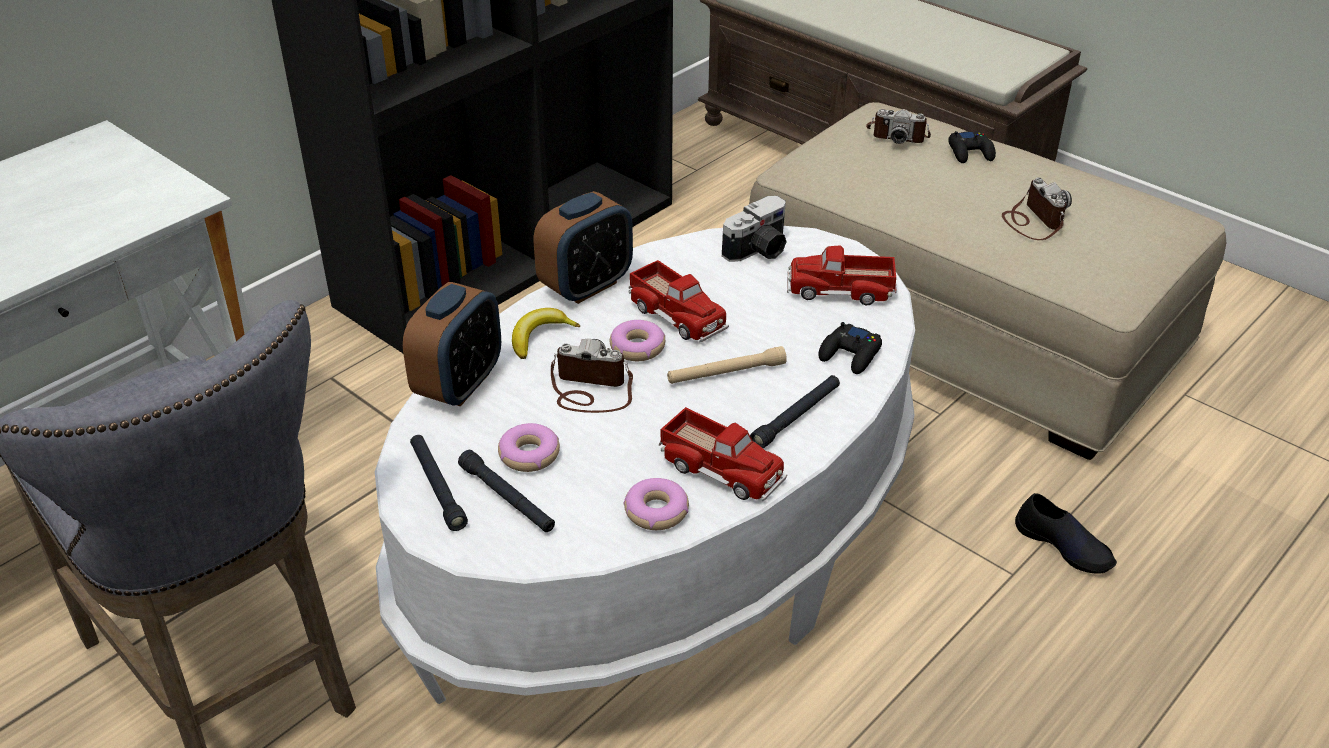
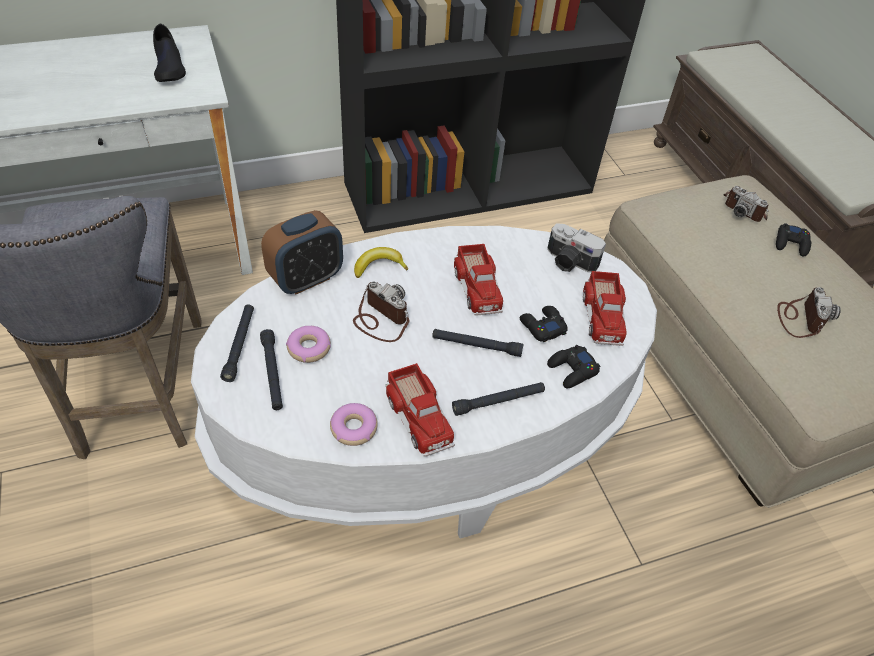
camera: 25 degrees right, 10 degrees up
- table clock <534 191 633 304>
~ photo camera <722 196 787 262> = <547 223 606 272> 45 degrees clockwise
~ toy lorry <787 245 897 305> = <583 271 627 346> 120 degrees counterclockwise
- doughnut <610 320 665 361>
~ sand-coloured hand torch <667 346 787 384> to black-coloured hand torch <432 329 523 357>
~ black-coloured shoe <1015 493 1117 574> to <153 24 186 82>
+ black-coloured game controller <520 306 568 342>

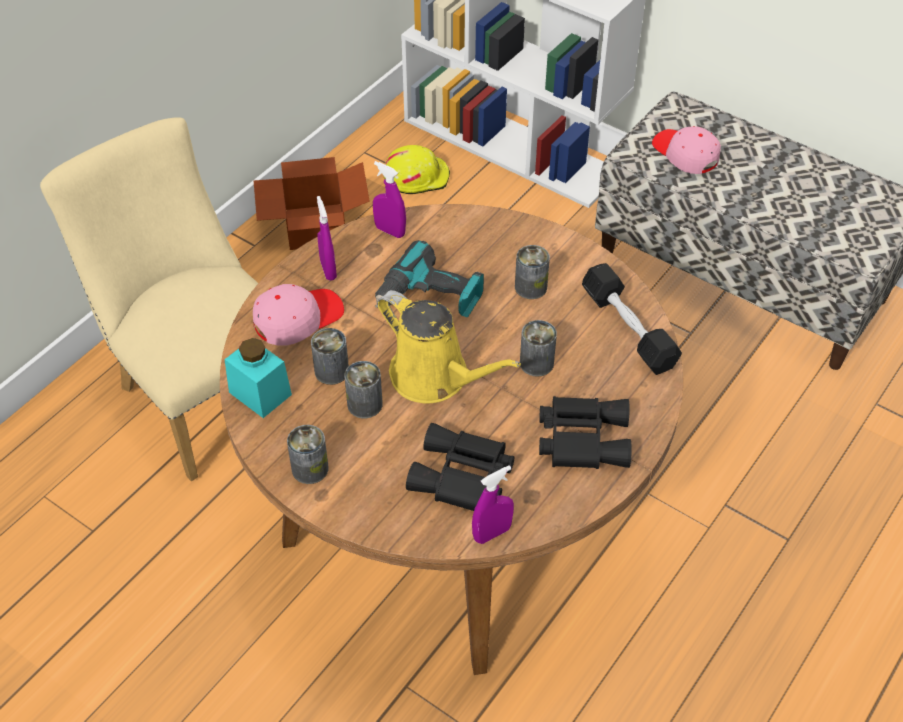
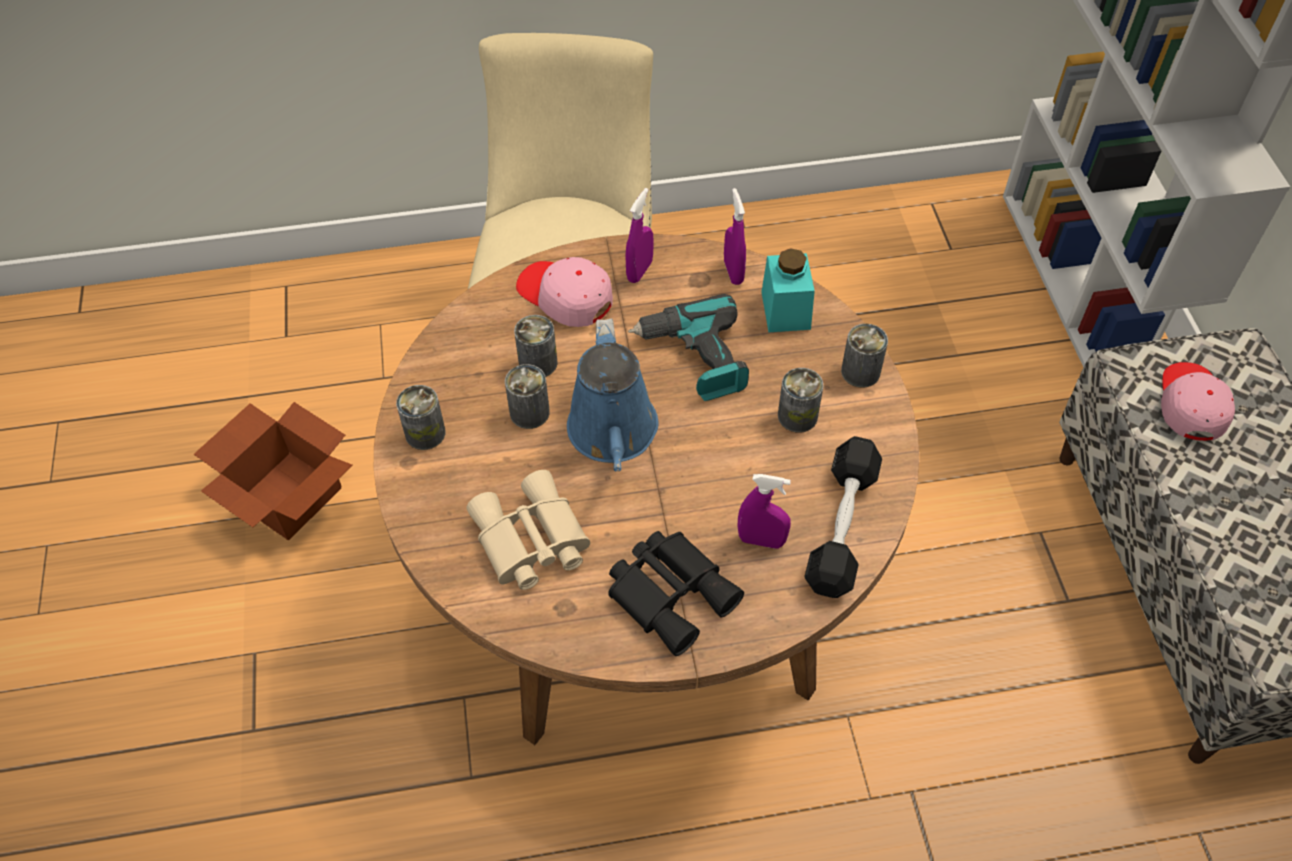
camera: 45 degrees right, 5 degrees up
- yellow hard hat <384 145 450 194>
~ packing box <254 157 370 250> to <194 402 352 540>
~ pink-coloured cap <253 284 344 346> = <516 257 613 327> 150 degrees counterclockwise
~ yellow sprinkling can <377 290 521 403> to bluish sprinkling can <567 318 658 471>
~ can <520 320 557 377> to <841 324 888 388>
~ blue-green storage jar <224 338 292 418> to <761 248 815 332>
~ black-coloured field glasses <406 423 514 511> to sand-coloured field glasses <467 470 590 590>
~ purple hand sprayer <472 465 514 544> to <737 474 791 549>

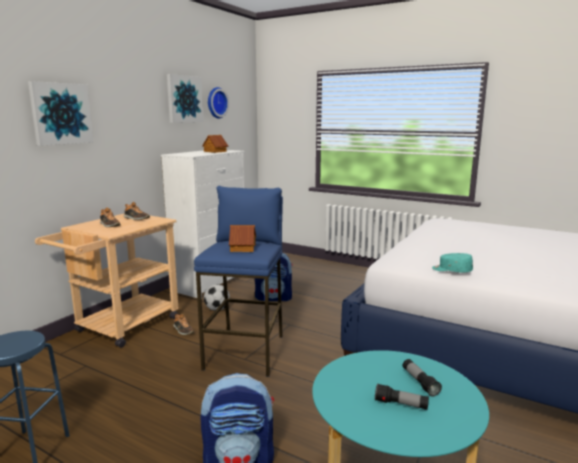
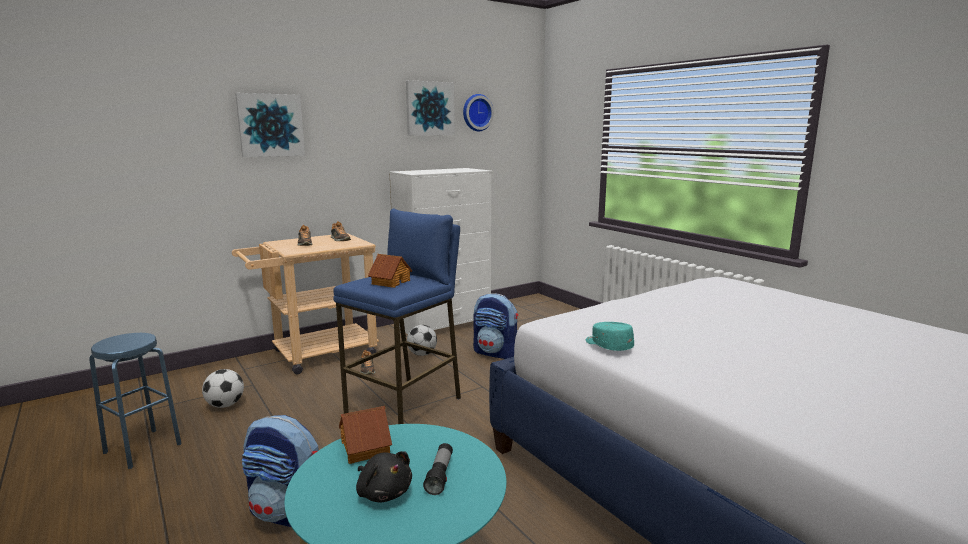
camera: 25 degrees right, 0 degrees up
~ miniature house <202 135 228 153> to <339 406 392 464>
~ hand torch <375 383 429 410> to black-coloured cuddly toy <356 451 412 503>
+ football ball <202 369 244 408>

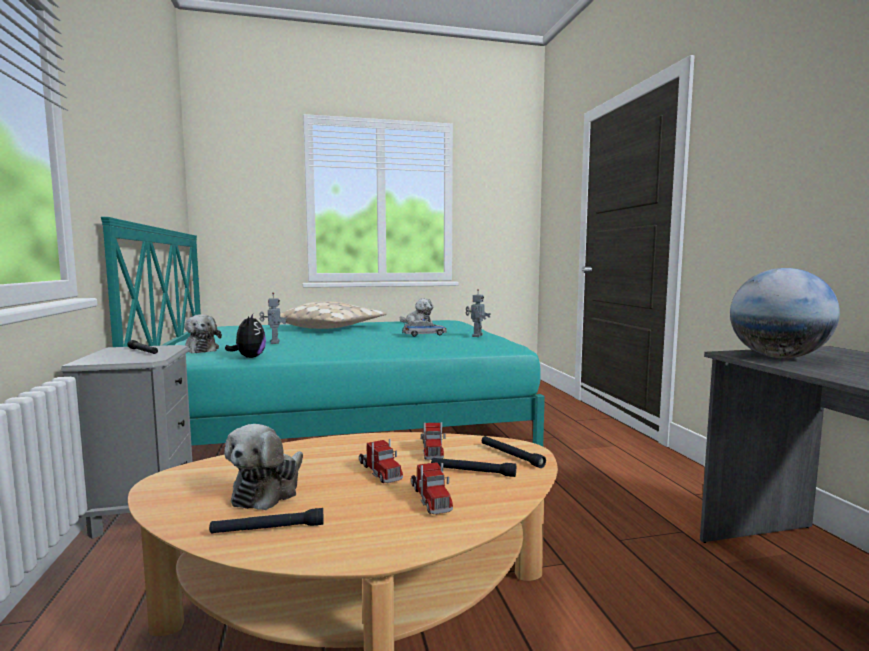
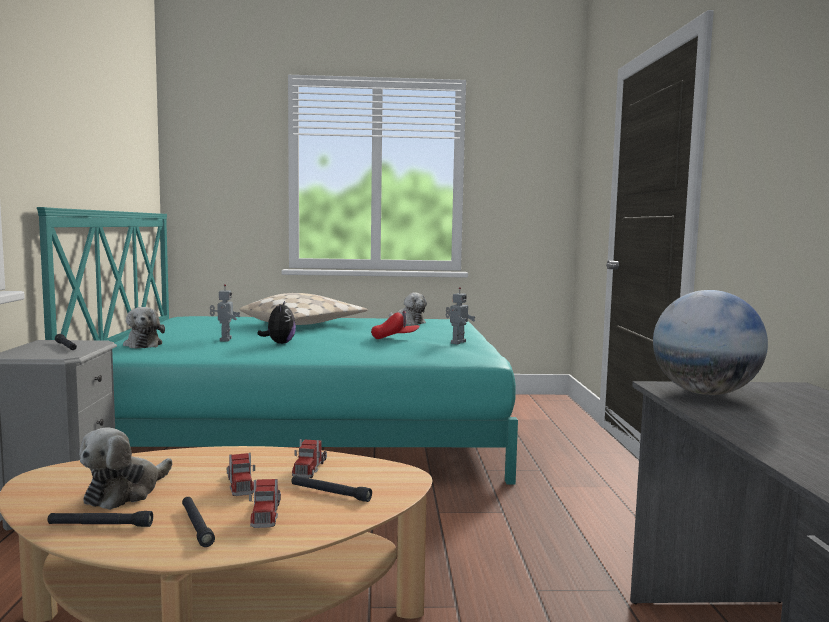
camera: 10 degrees right, 0 degrees up
~ cuddly toy <225 314 266 358> to <257 301 296 344>
~ model car <402 319 447 337> to red-coloured cap <371 310 420 339>
~ black-coloured hand torch <482 436 546 468> to <182 497 215 547>

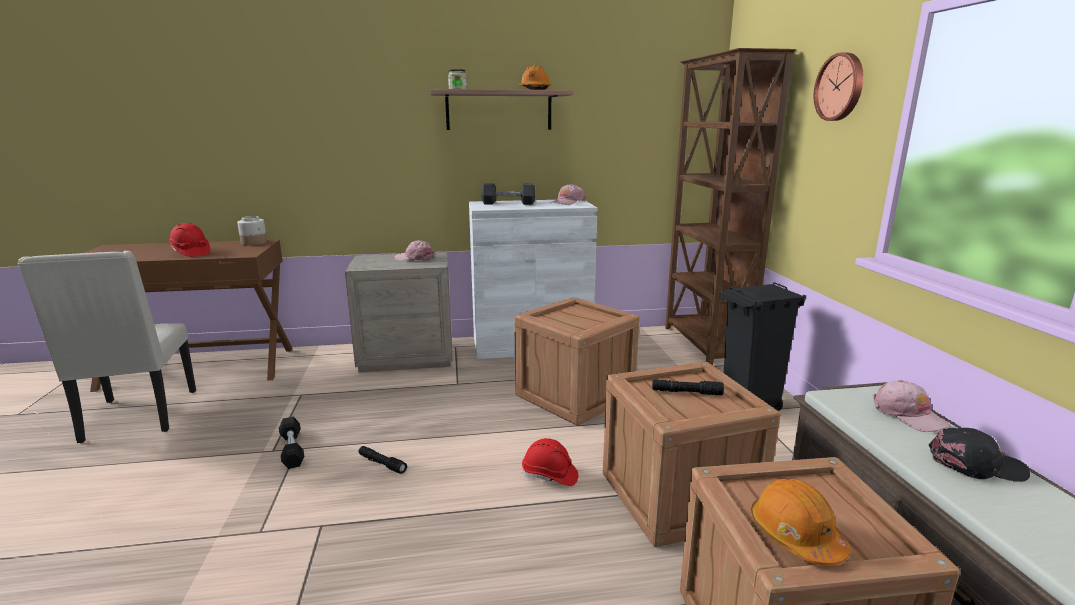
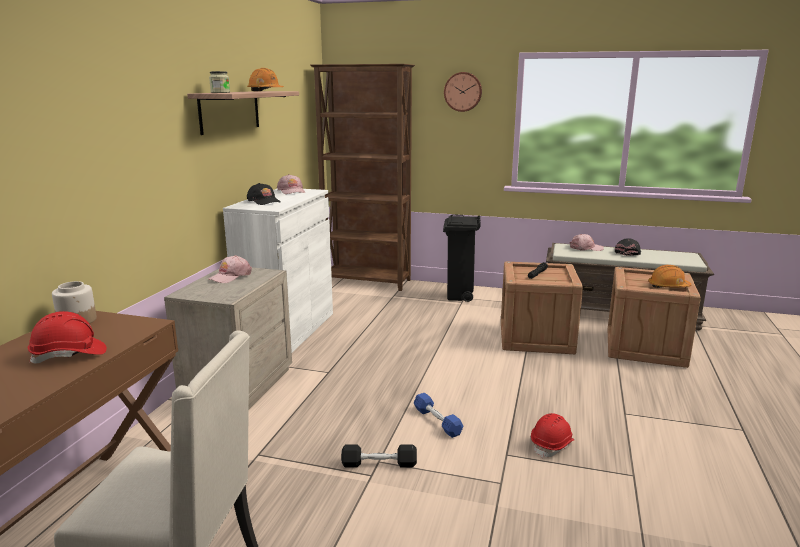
camera: 65 degrees left, 0 degrees up
~ black-coloured dumbbell <482 183 535 205> to black-coloured cap <247 183 281 205>
- packing crate <514 297 639 426>
~ red-coloured hard hat <522 438 578 486> to <531 413 574 458>
~ black-coloured hand torch <359 446 407 474> to bluish dumbbell <414 393 464 438>

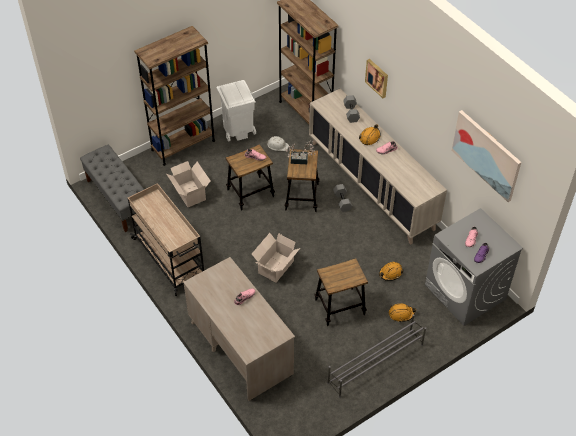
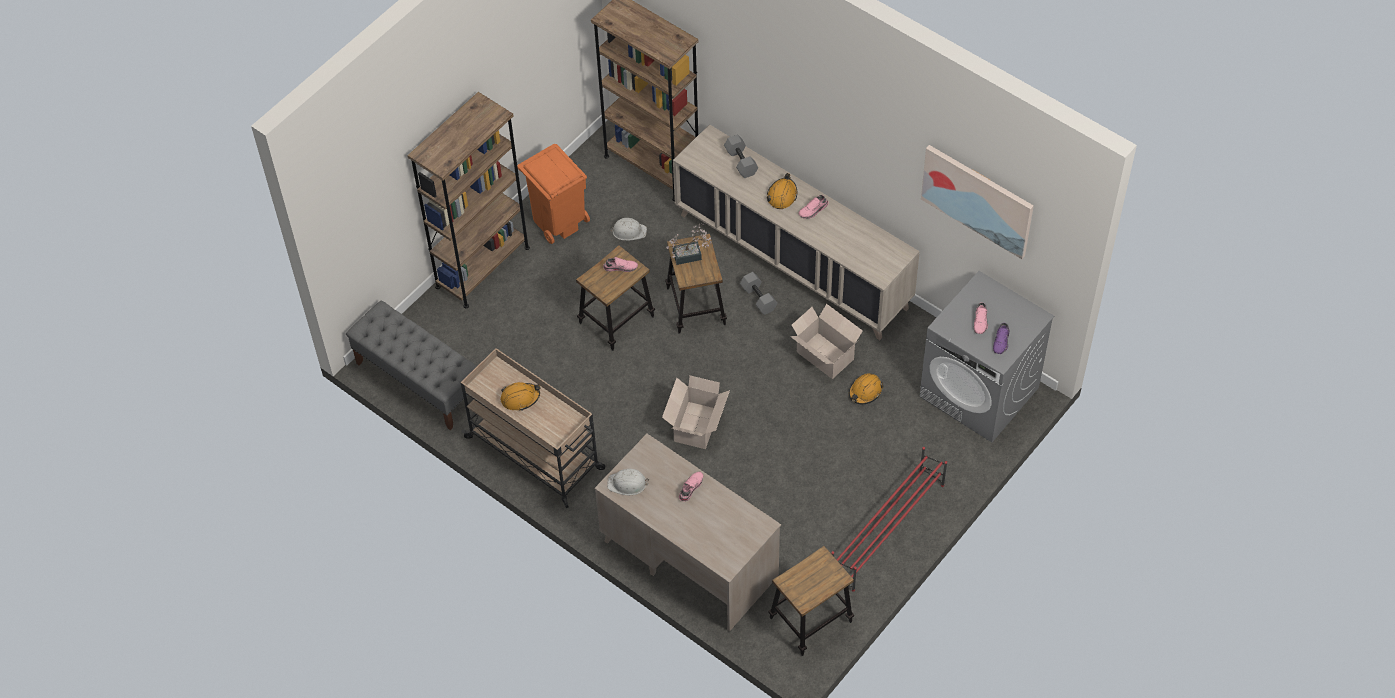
camera: 15 degrees left, 5 degrees up
- wall art <365 59 388 98>
~ whitish trash can <216 80 256 142> to orangey trash can <517 144 590 244>
~ packing box <166 161 210 207> to <790 304 863 379>
~ stool <314 258 368 326> to <768 546 854 656>
~ orangey hard hat <389 303 416 322> to <501 382 541 411>
~ gray shoe shelf <328 314 426 398> to red-coloured shoe shelf <831 447 947 592>
+ whitish hard hat <607 469 649 495>

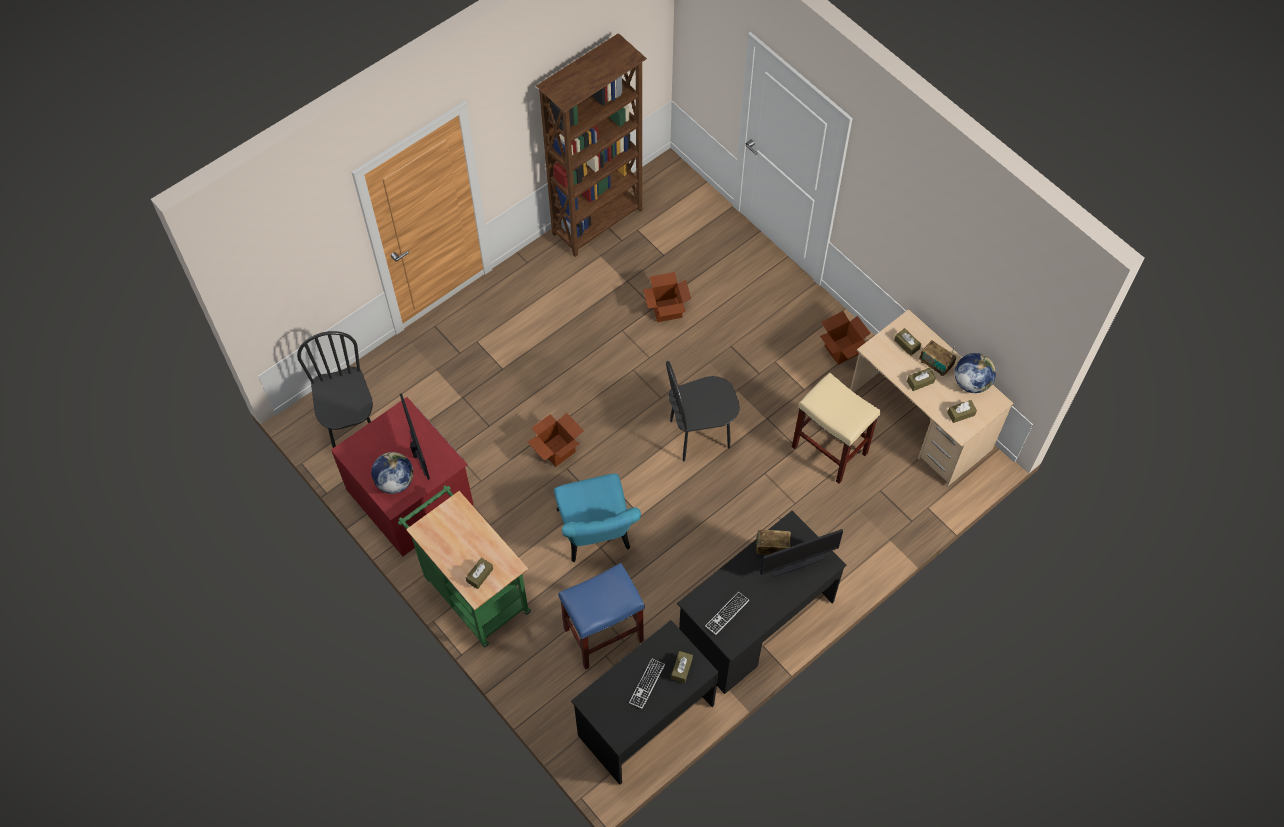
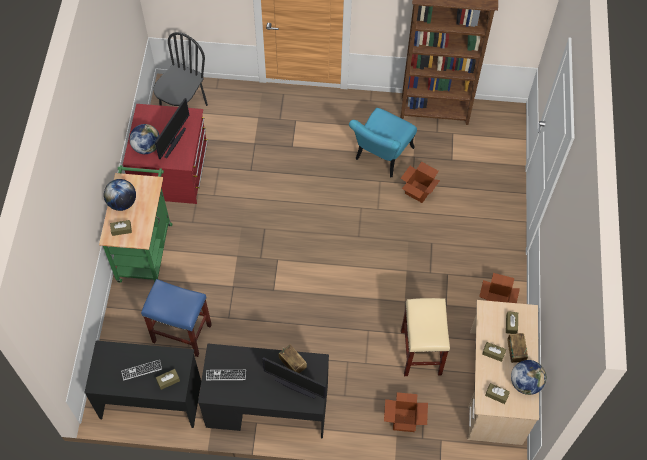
camera: 45 degrees right, 0 degrees up
- black-coloured upright chair <666 361 740 461>
~ packing box <528 413 584 467> to <384 392 428 432>
~ blue-green upright chair <554 474 641 562> to <349 108 417 177>
+ world globe <104 179 136 211>

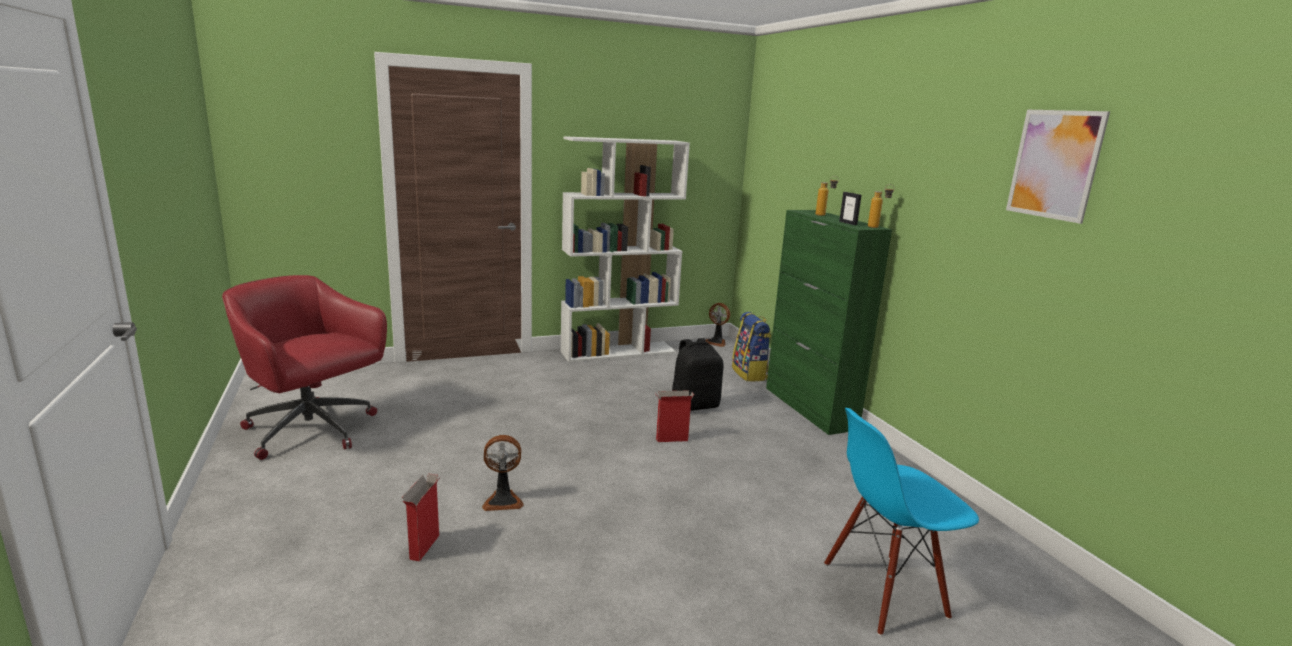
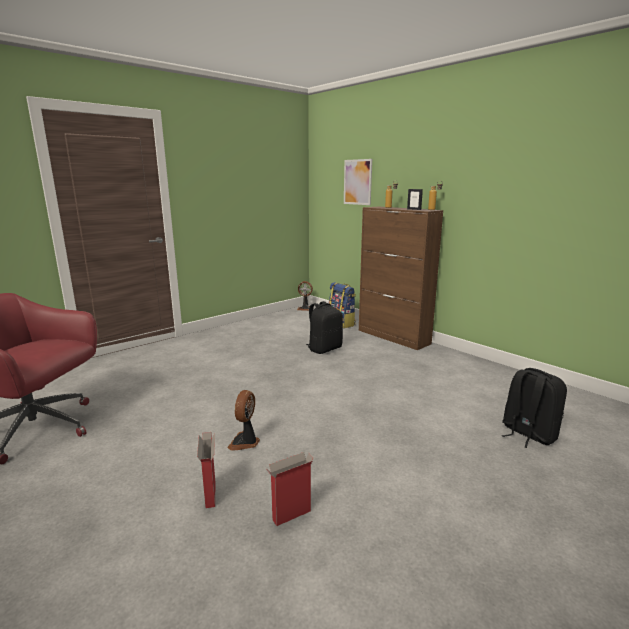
camera: 20 degrees left, 0 degrees up
~ wall art <1006 110 1110 224> to <344 159 372 205>
- whitish bookshelf <560 136 690 362>
~ green-coloured cabinet <766 210 892 435> to brownish cabinet <359 207 443 350>
~ packing box <655 390 694 442> to <266 452 313 526>
~ bluish upright chair <824 408 979 636> to black-coloured knapsack <502 368 567 448>
~ electric fan <482 435 524 511> = <227 390 260 450> 135 degrees clockwise

